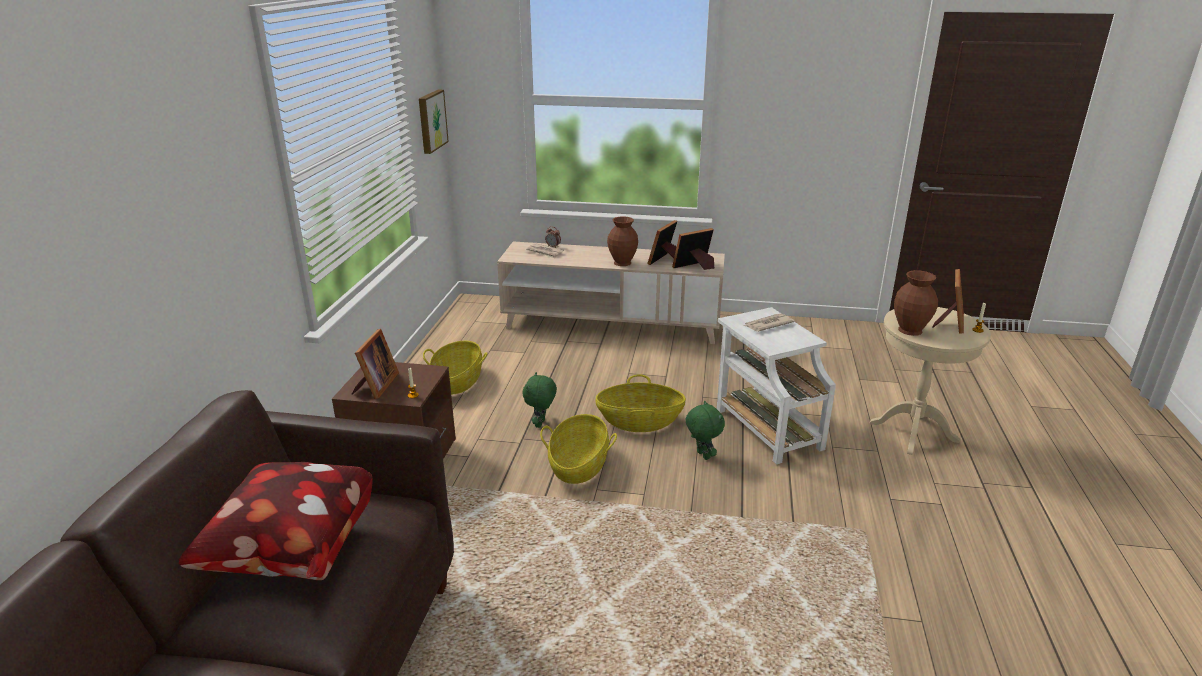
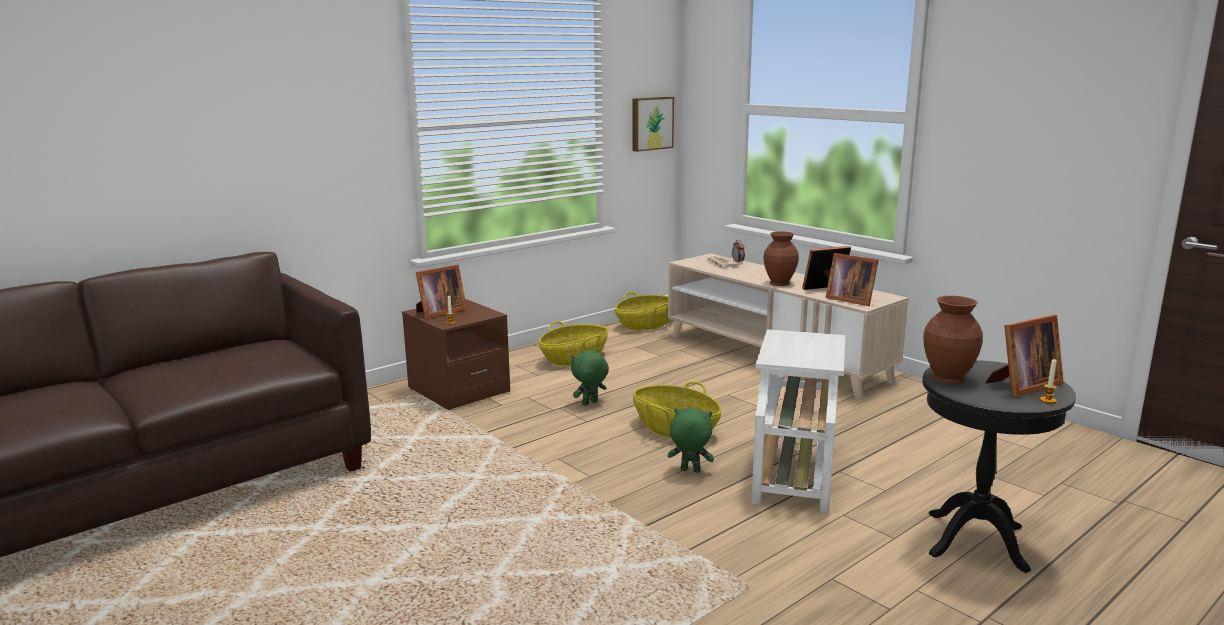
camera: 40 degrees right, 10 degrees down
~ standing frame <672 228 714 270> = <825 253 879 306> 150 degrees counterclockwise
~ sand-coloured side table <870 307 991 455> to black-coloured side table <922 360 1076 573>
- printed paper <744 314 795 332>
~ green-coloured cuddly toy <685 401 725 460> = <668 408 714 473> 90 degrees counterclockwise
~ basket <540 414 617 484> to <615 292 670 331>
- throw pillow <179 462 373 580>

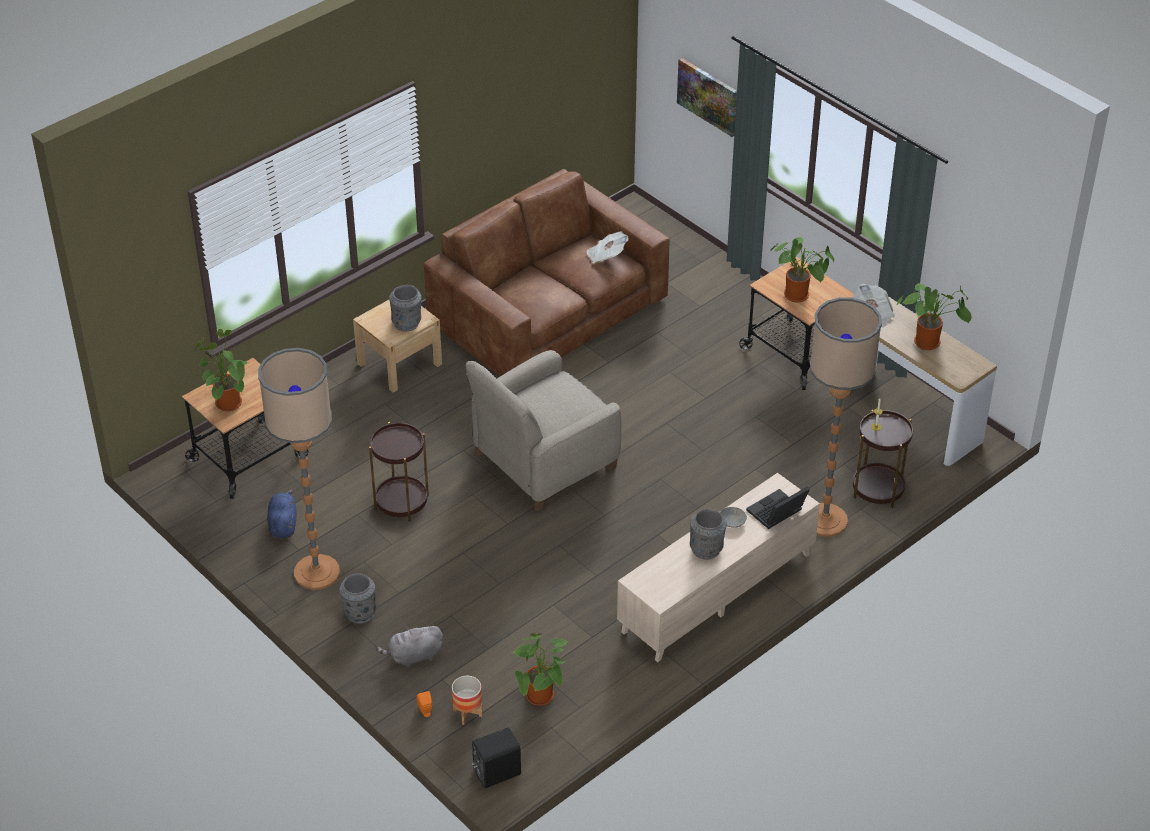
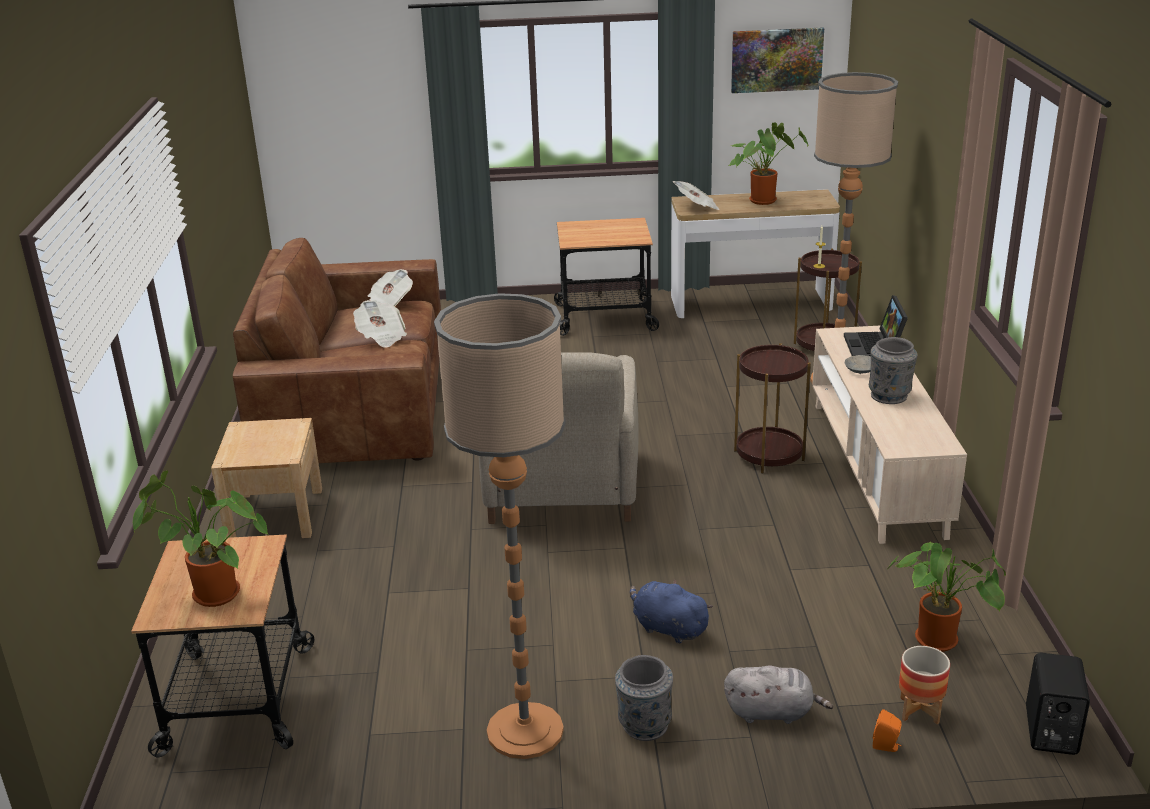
camera: 50 degrees left, 15 degrees down
~ wall art <677 58 737 137> to <731 27 824 93>
- potted plant <770 237 834 303>
- gray decorative vase <389 285 421 331>
~ brownish side table <369 422 429 521> to <734 343 811 473>
~ bluish cuddly toy <267 490 296 539> to <630 579 713 644>
~ gray cuddly toy <376 626 443 667> = <724 665 833 724> 105 degrees counterclockwise
+ printed paper <353 300 407 348>

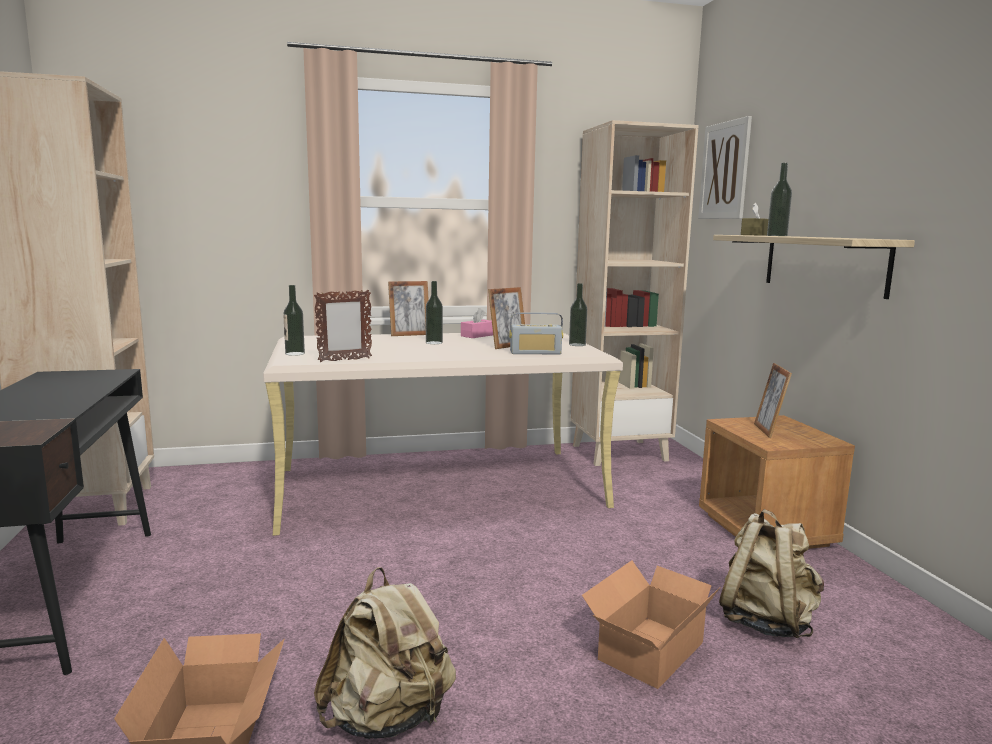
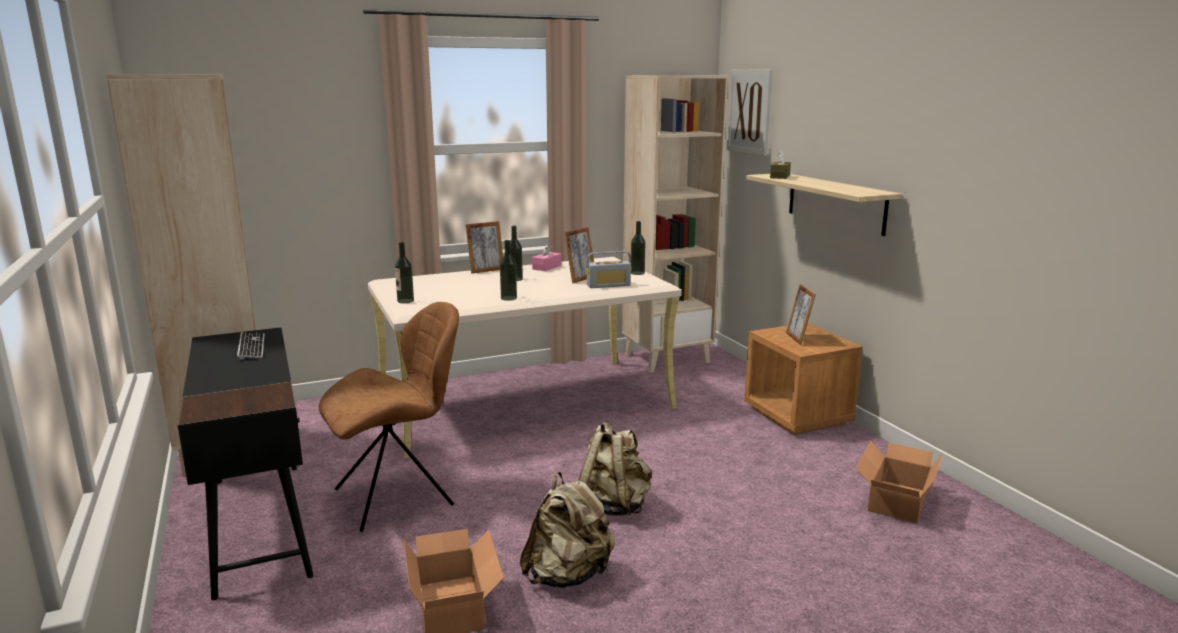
camera: 10 degrees left, 5 degrees up
~ bottle <767 163 792 236> to <500 240 517 301>
- standing frame <314 290 372 362>
~ sand-coloured knapsack <719 509 824 638> to <578 422 652 516>
~ packing box <582 560 720 689> to <856 441 943 524>
+ brownish upright chair <319 302 459 532>
+ computer keyboard <237 332 265 360>

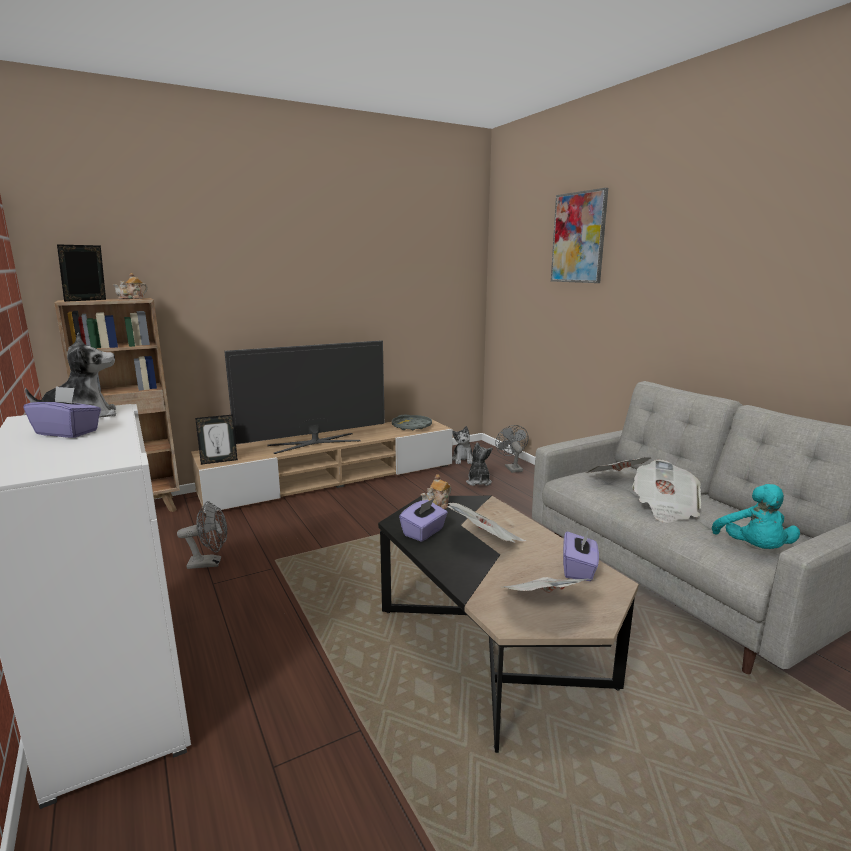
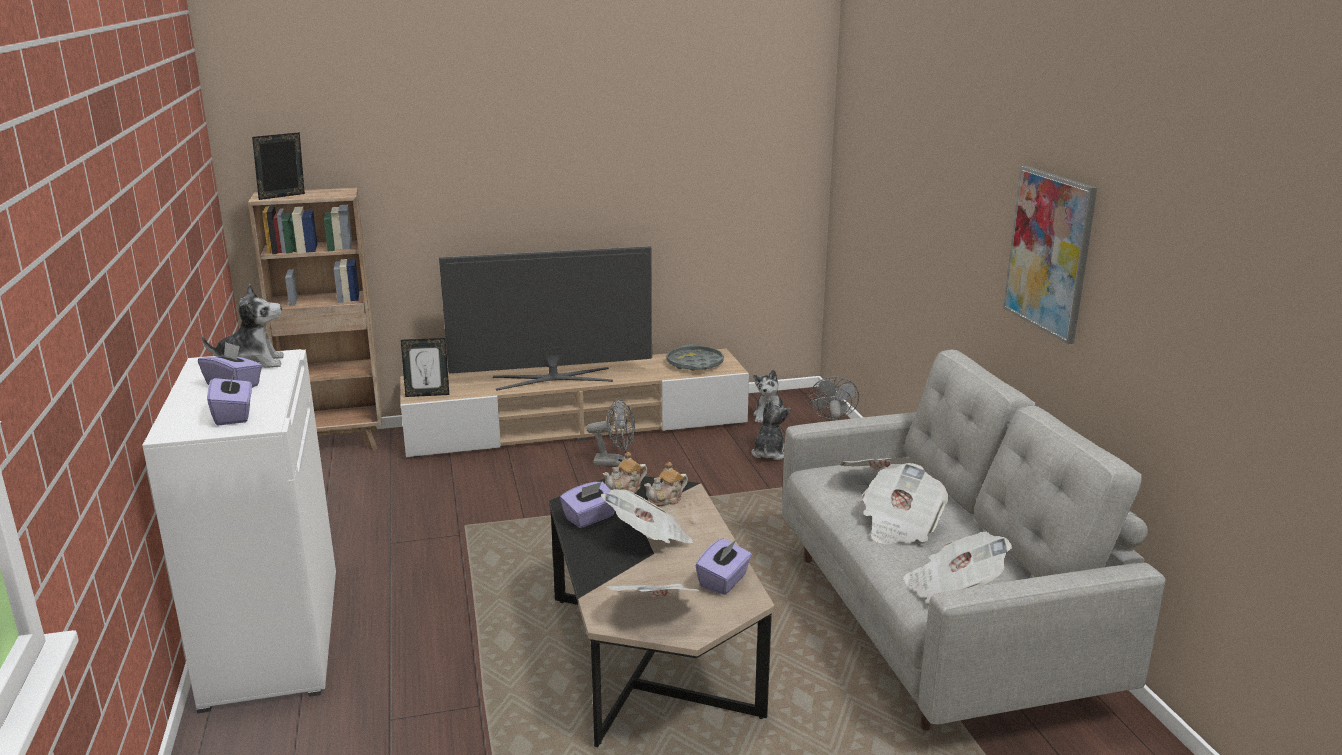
camera: 15 degrees right, 5 degrees up
~ wall art <551 188 608 283> to <1003 166 1097 344>
~ pot for tea <112 273 148 299> to <644 462 688 506>
~ blue-green cuddly toy <712 484 800 549> to printed paper <903 532 1012 603>
~ gray electric fan <177 501 227 569> to <586 398 635 466>
+ purple box of tissues <207 368 252 425>

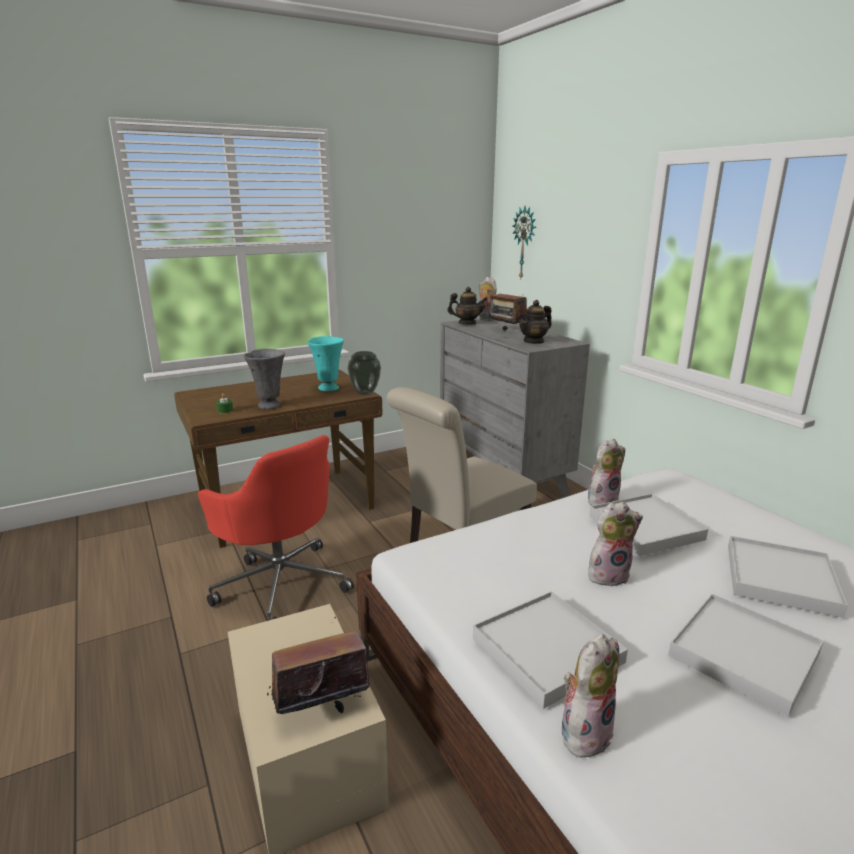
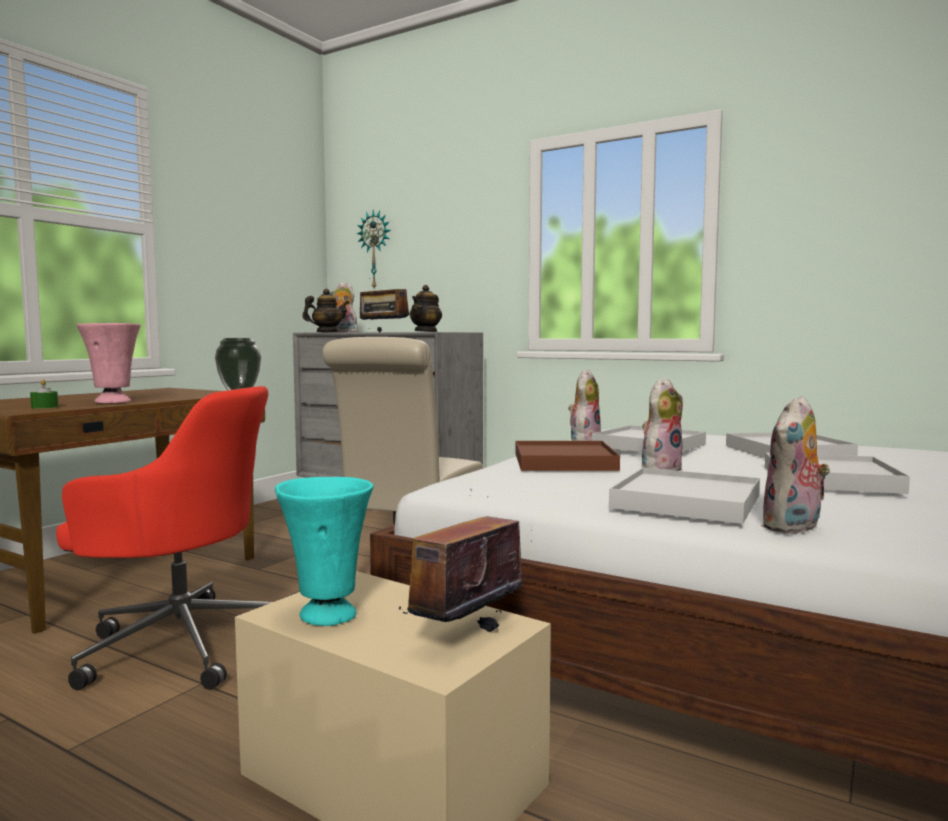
camera: 30 degrees left, 15 degrees down
~ blue-green decorative vase <307 336 344 391> to <275 477 374 626>
~ gray decorative vase <244 349 285 409> to pink-coloured decorative vase <76 323 141 403>
~ cuddly toy <562 634 619 758> = <761 396 830 534> 150 degrees counterclockwise
+ brownish serving tray <515 441 620 471>

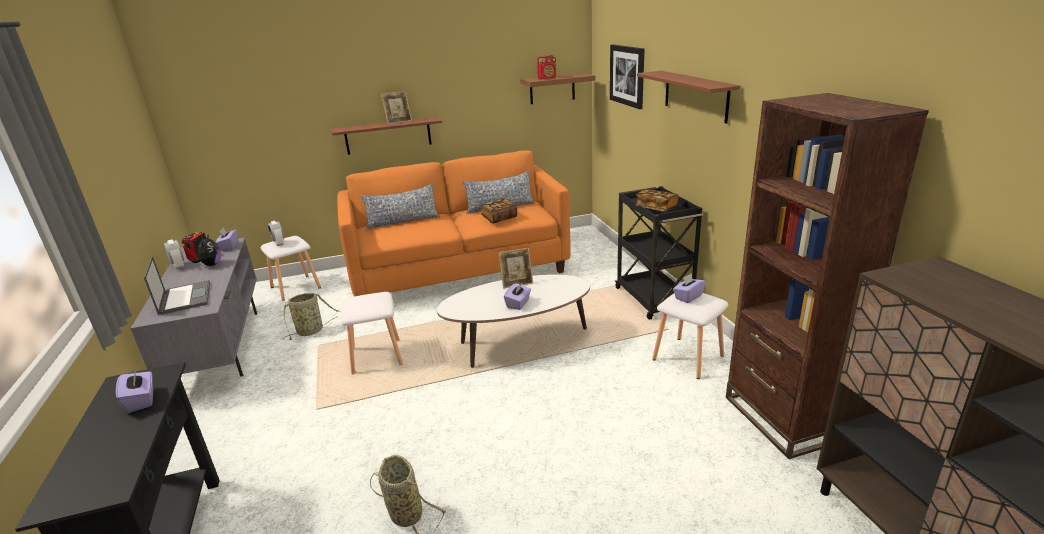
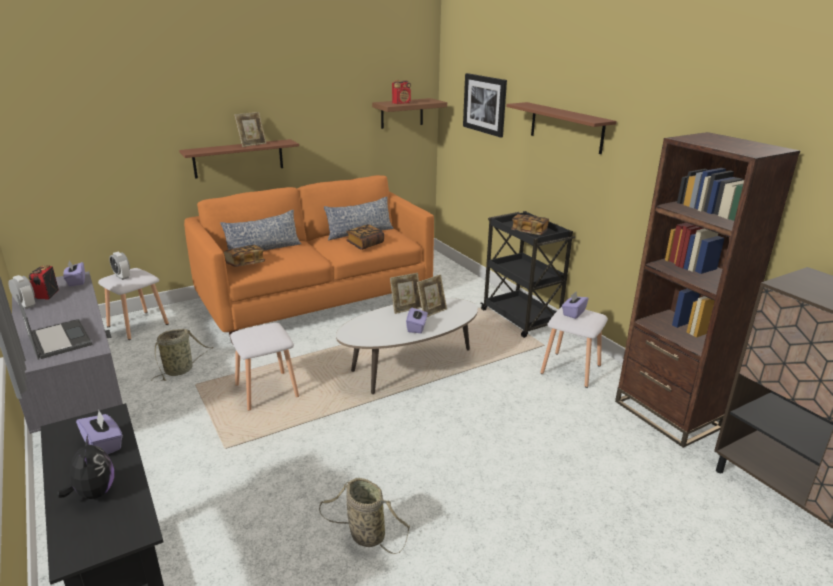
camera: 15 degrees left, 0 degrees up
~ cuddly toy <192 235 221 266> to <57 435 114 499>
+ bound book <224 245 265 267>
+ standing frame <417 275 447 317>

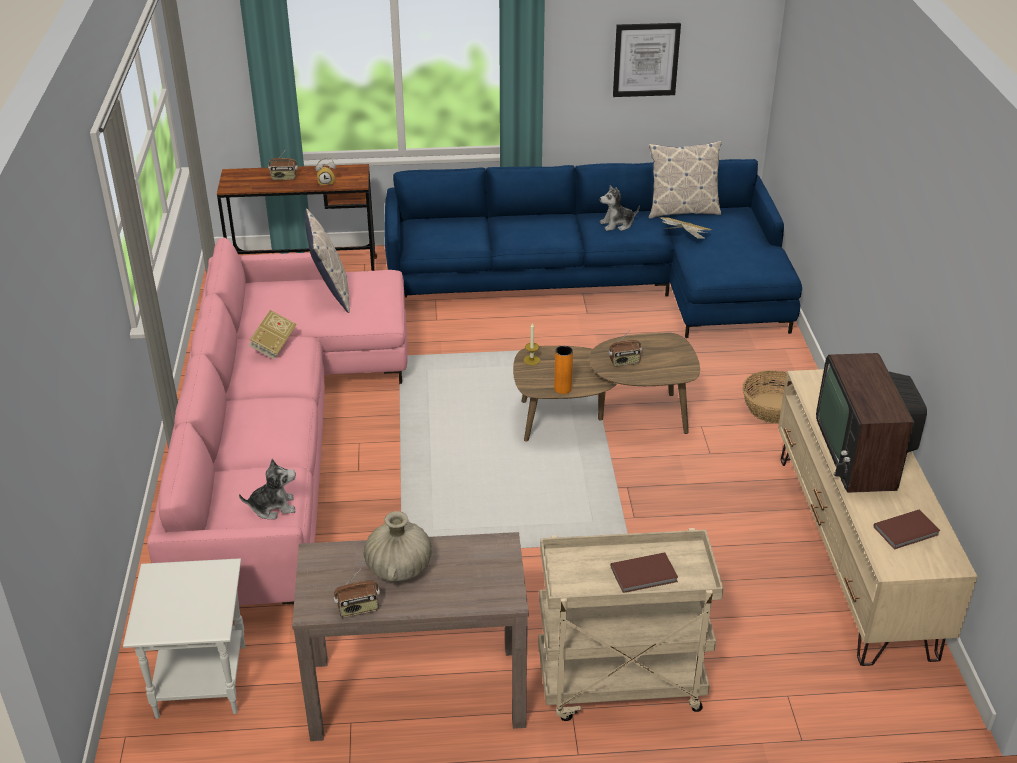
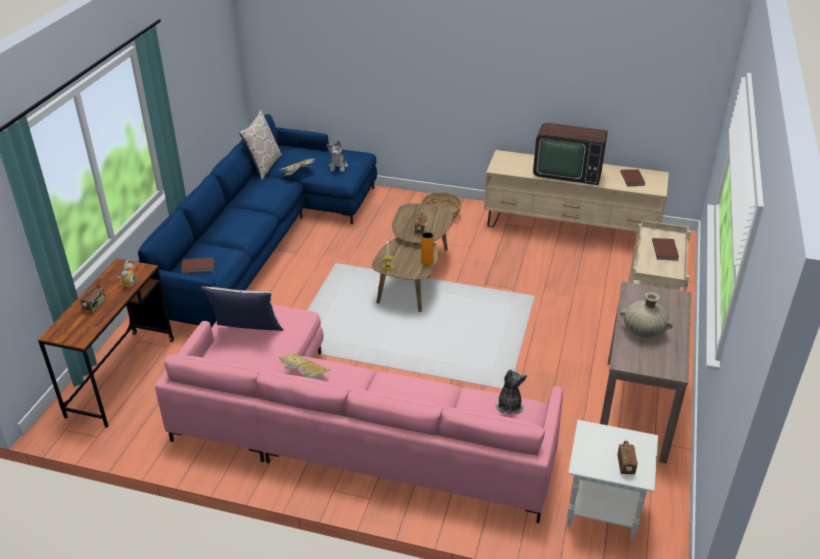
camera: 70 degrees left, 0 degrees up
- wall art <613 23 681 97>
~ cuddly toy <600 185 639 231> to <327 141 348 172>
~ radio <333 569 380 618> to <618 439 638 475>
+ brownish bound book <181 257 214 274>

